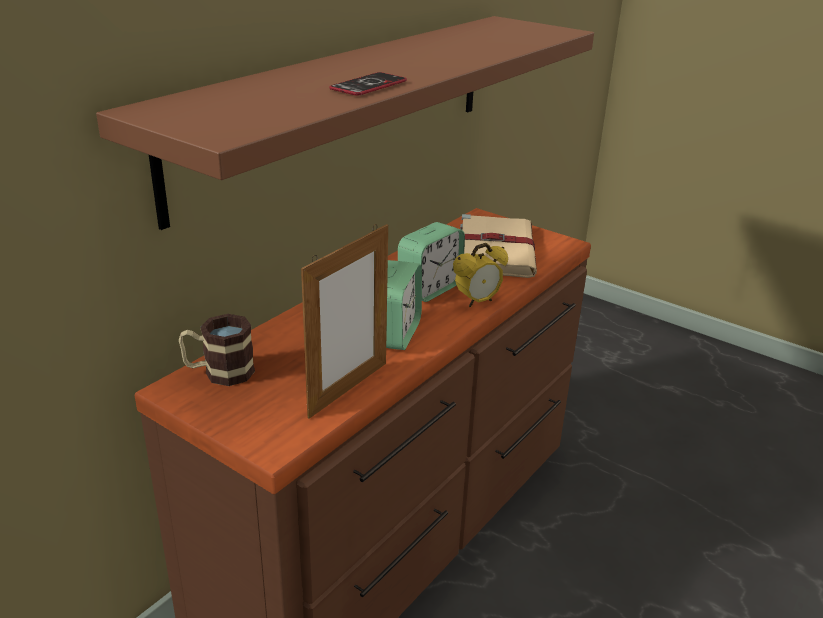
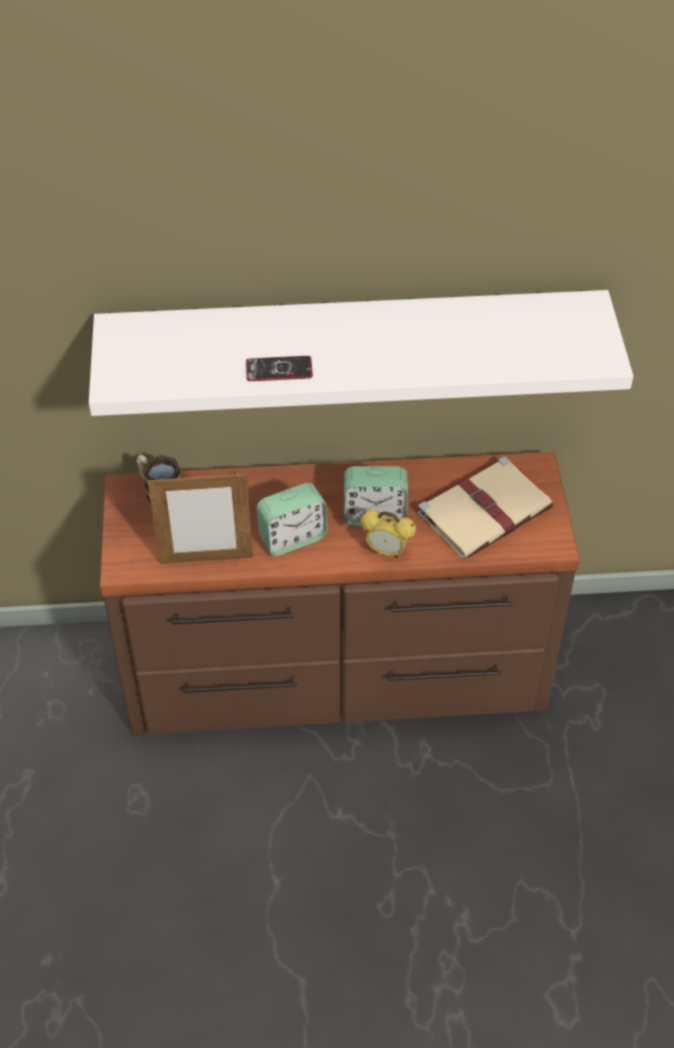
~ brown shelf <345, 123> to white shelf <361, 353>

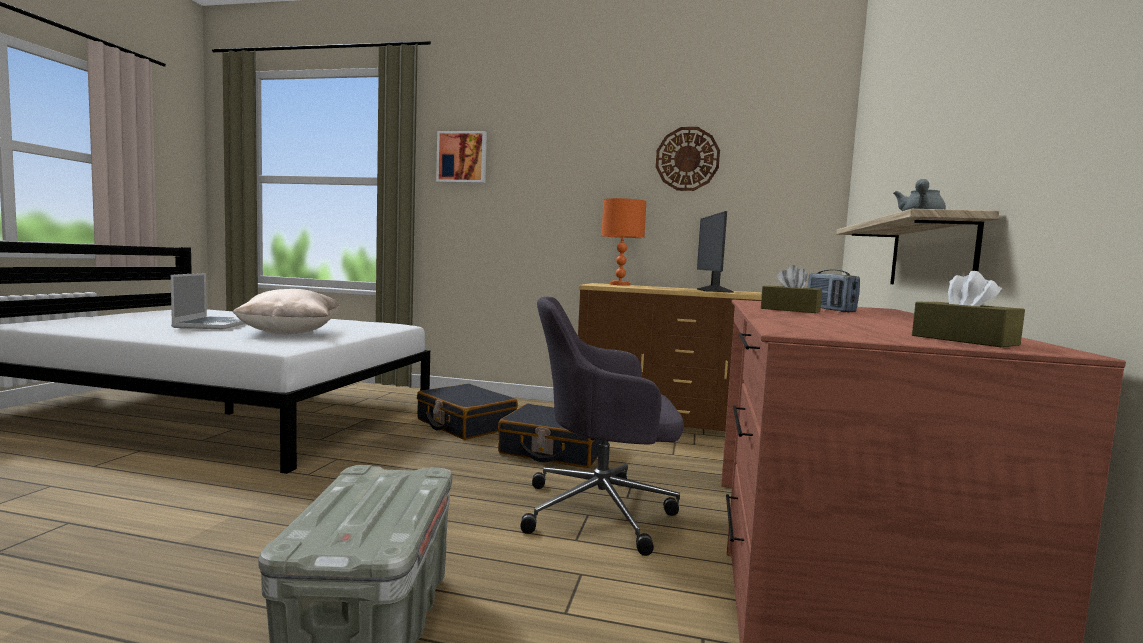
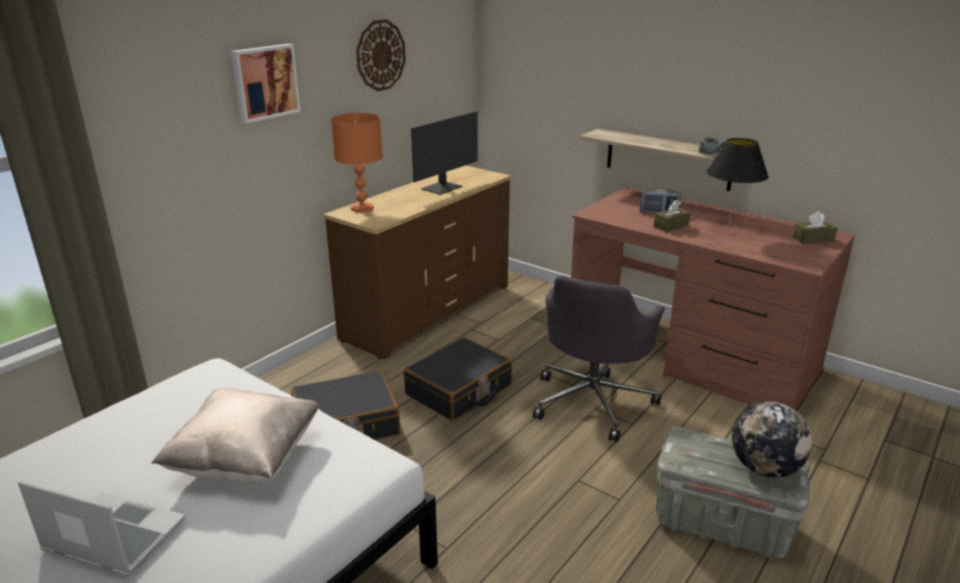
~ picture <461, 157> to <266, 83>
~ monitor <715, 252> = <444, 153> 75 degrees counterclockwise
+ black table lamp <738, 184>
+ globe <772, 439>

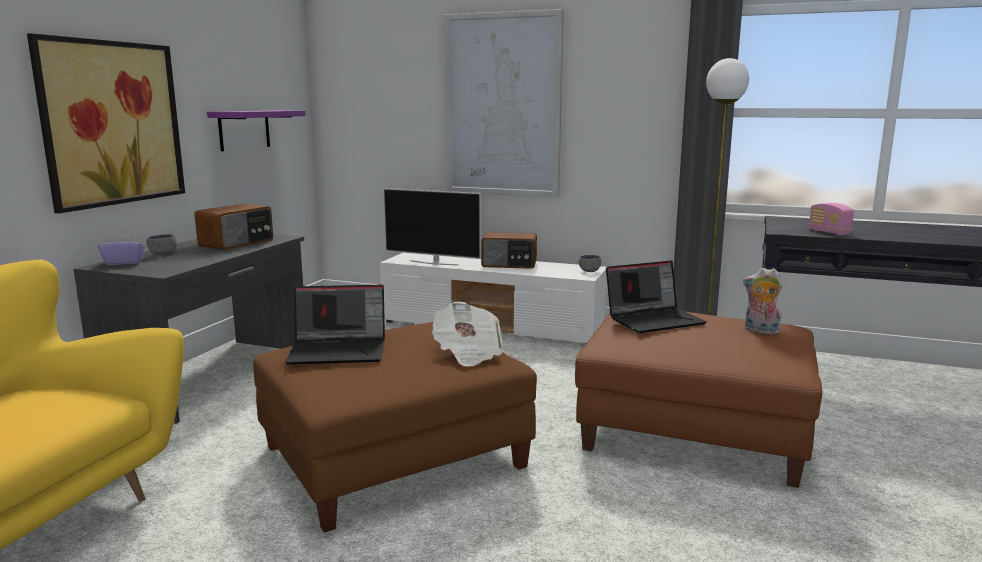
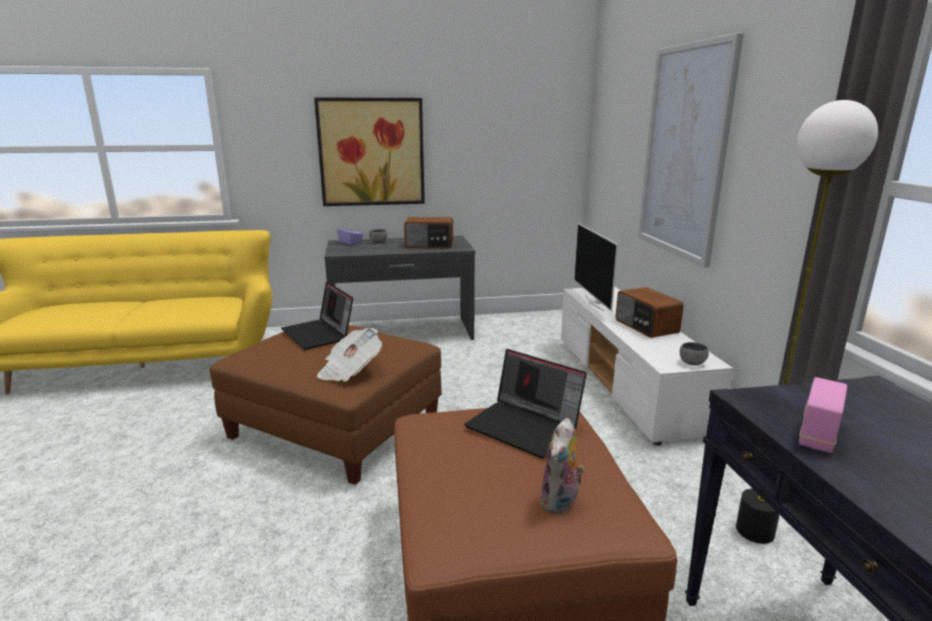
- purple shelf <256, 130>
~ plush toy <763, 301> = <562, 466> 150 degrees counterclockwise

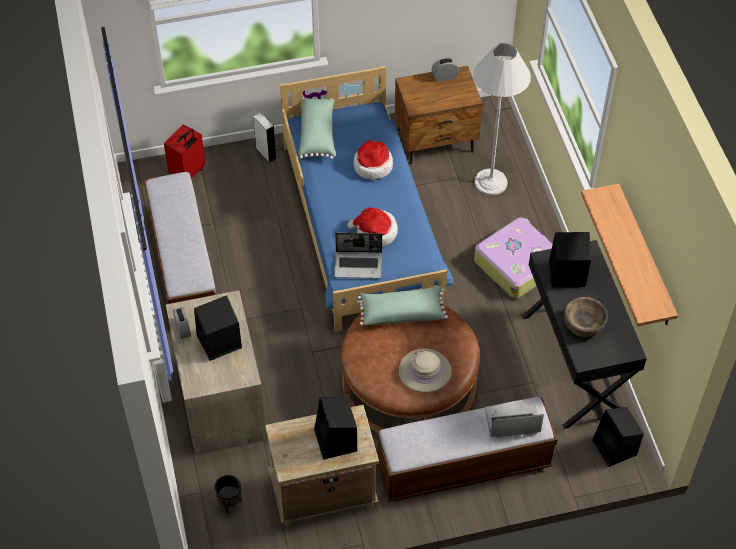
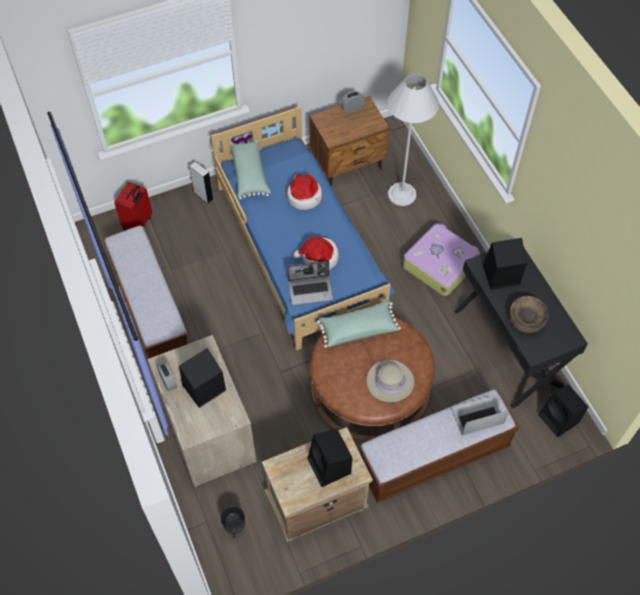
- shelf <629, 255>

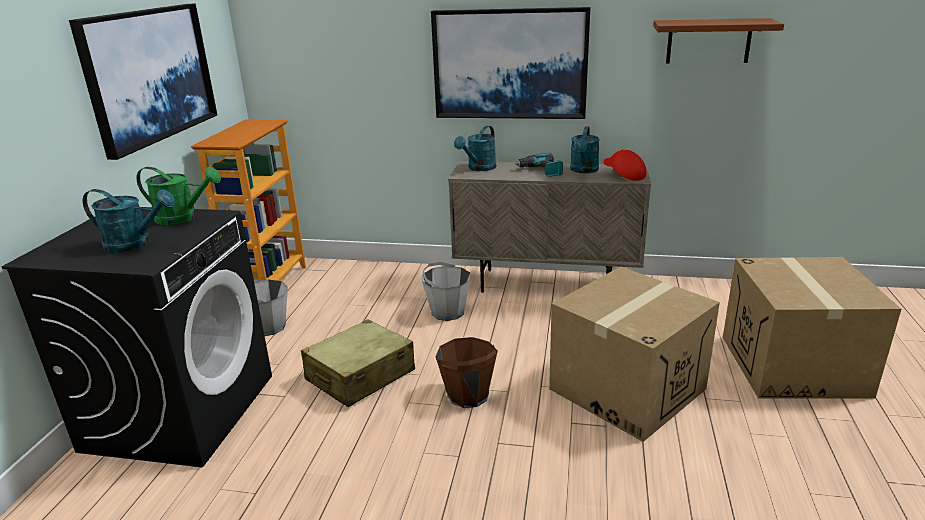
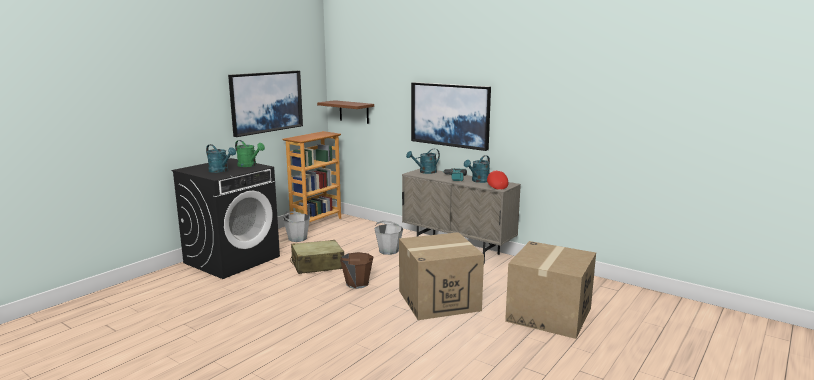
~ brown shelf <718, 40> to <345, 112>

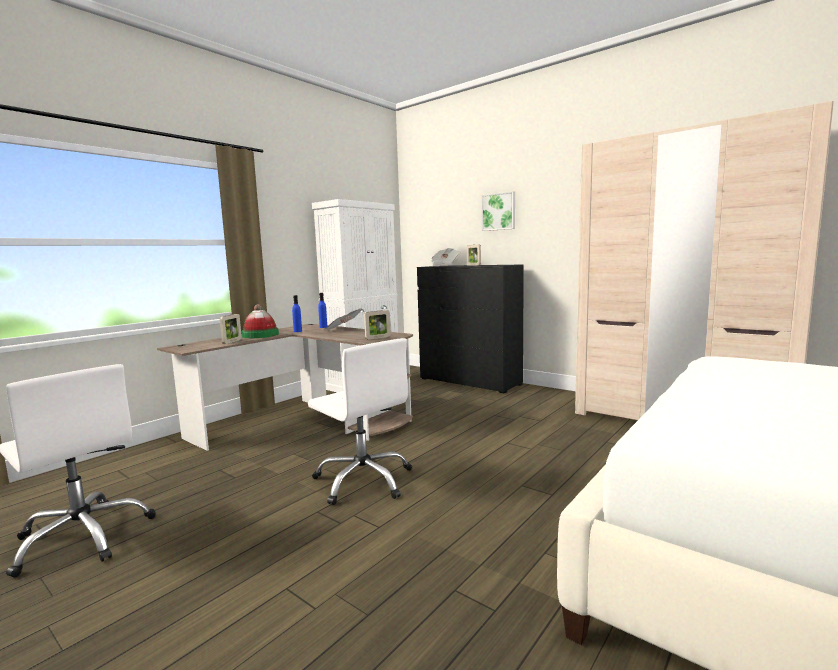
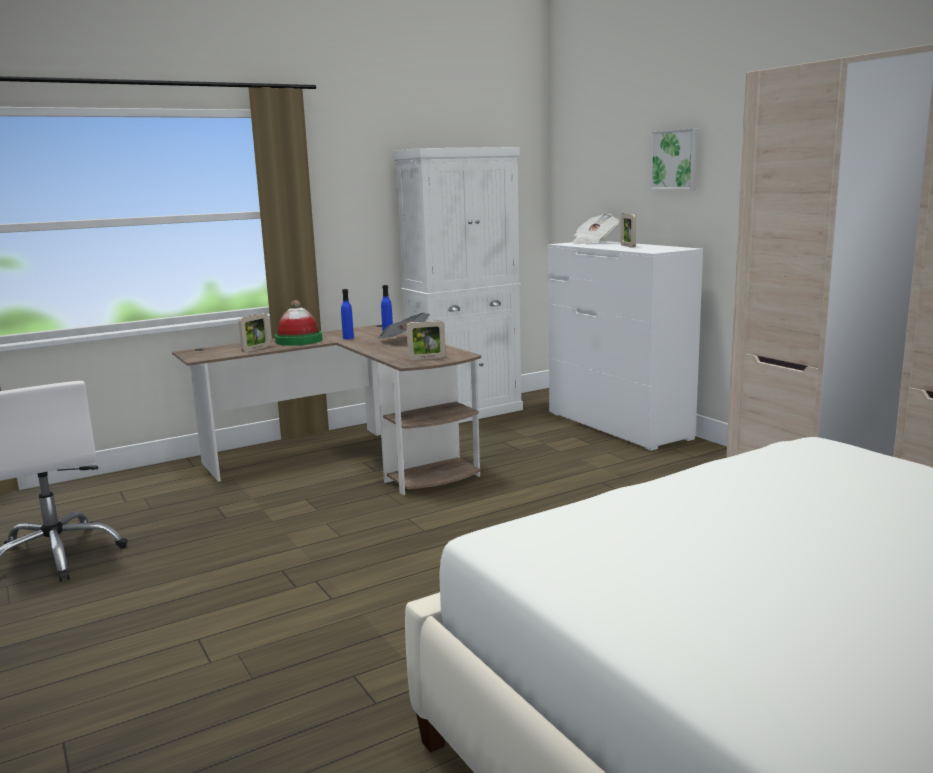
- white office chair <360, 421>
~ black dresser <470, 328> to white dresser <625, 346>

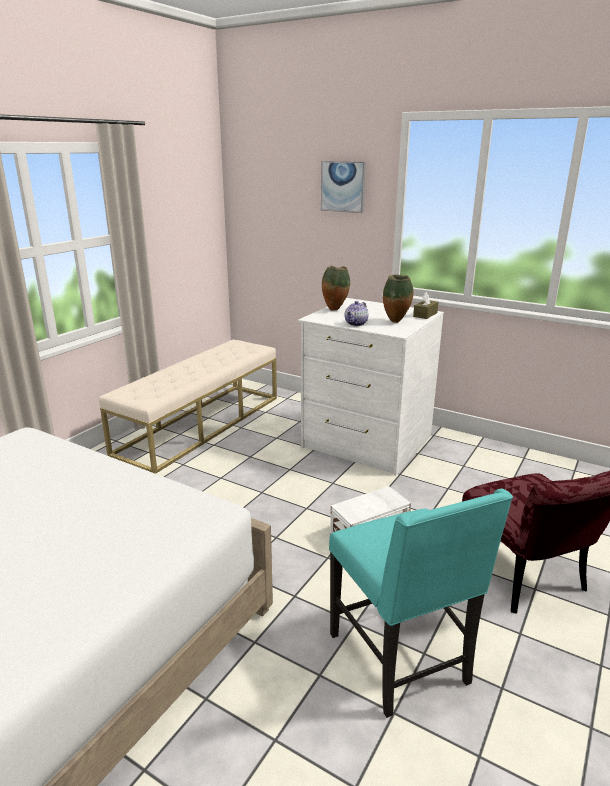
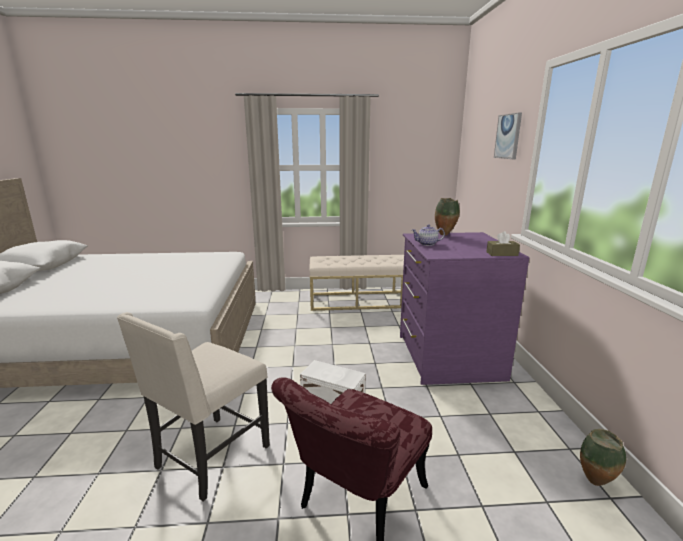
~ white dresser <371, 387> to purple dresser <465, 308>
~ turquoise chair <421, 603> to beige chair <193, 407>
~ vase <398, 298> to <603, 457>

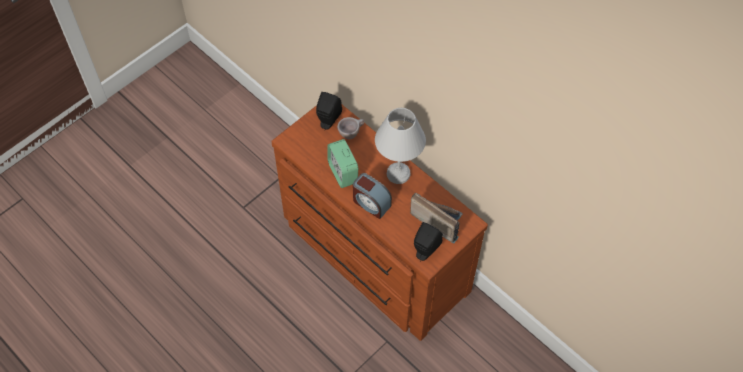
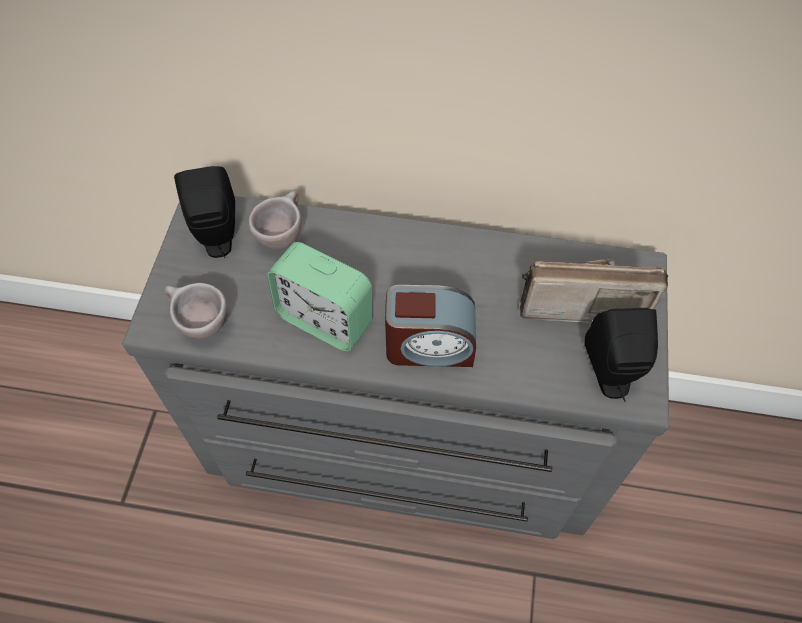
~ brown dresser <379, 223> to grey dresser <395, 367>
- white table lamp <400, 146>
+ beige cup <195, 311>

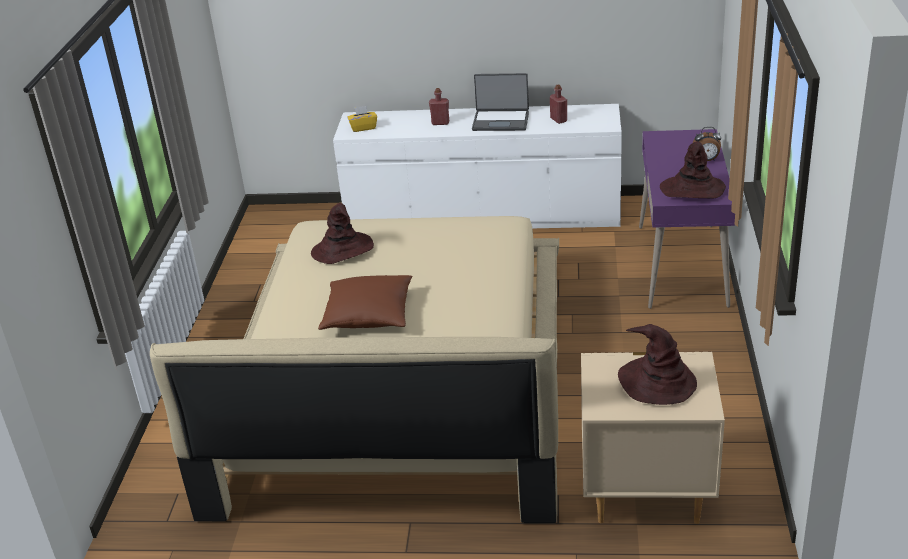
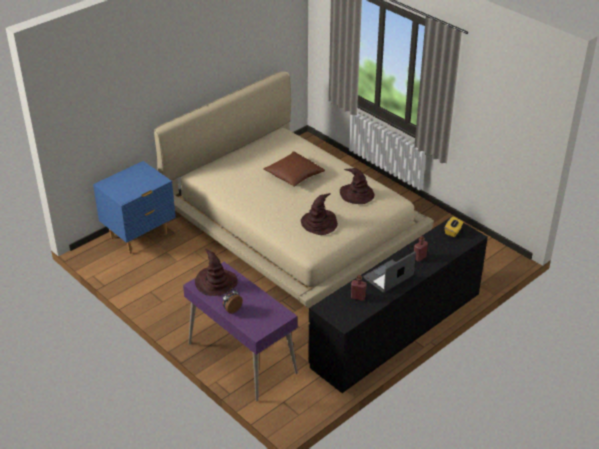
~ white dresser <477, 166> to black dresser <398, 304>
~ beige nightstand <653, 438> to blue nightstand <134, 207>
~ brown hat <657, 364> to <319, 214>

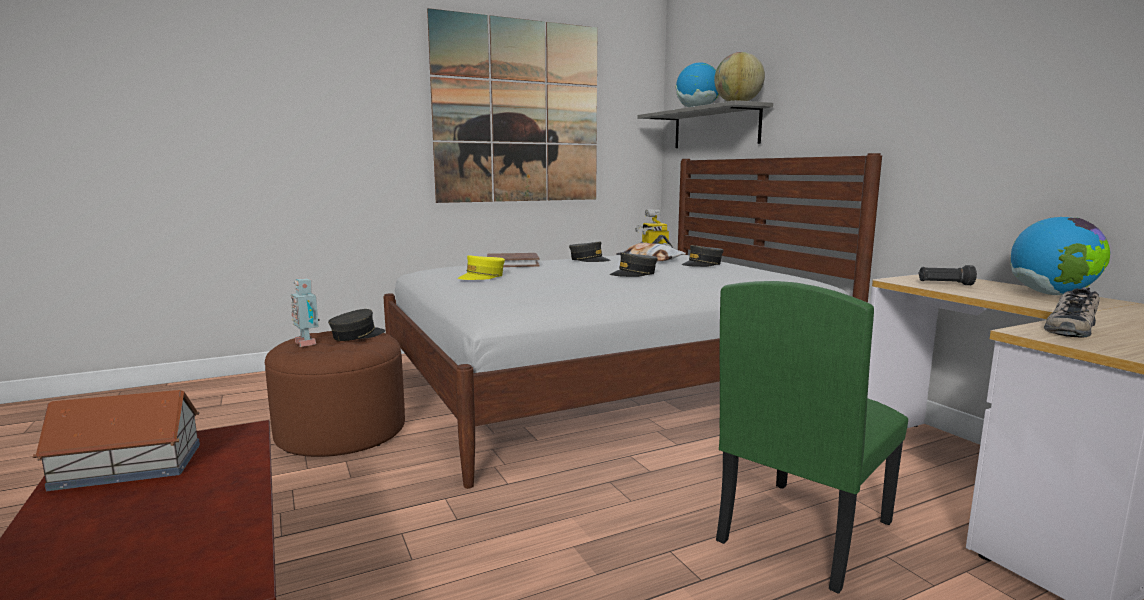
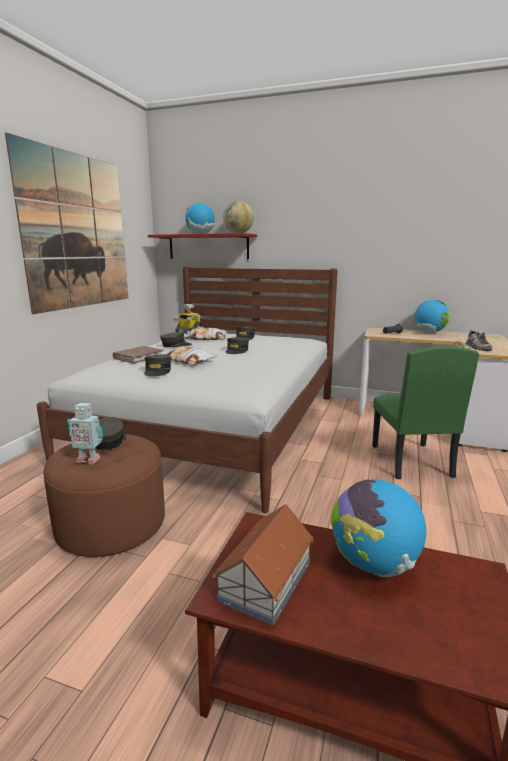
~ yellow cap <481, 267> to grey cap <157, 366>
~ grey shelf <705, 124> to red shelf <202, 246>
+ pillow <190, 355>
+ globe <378, 528>

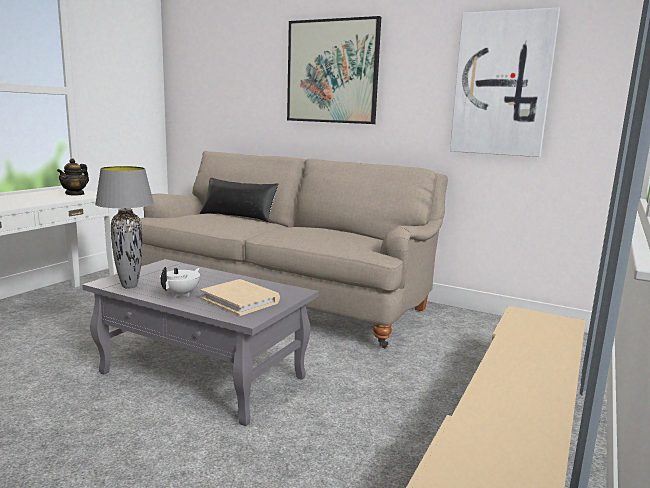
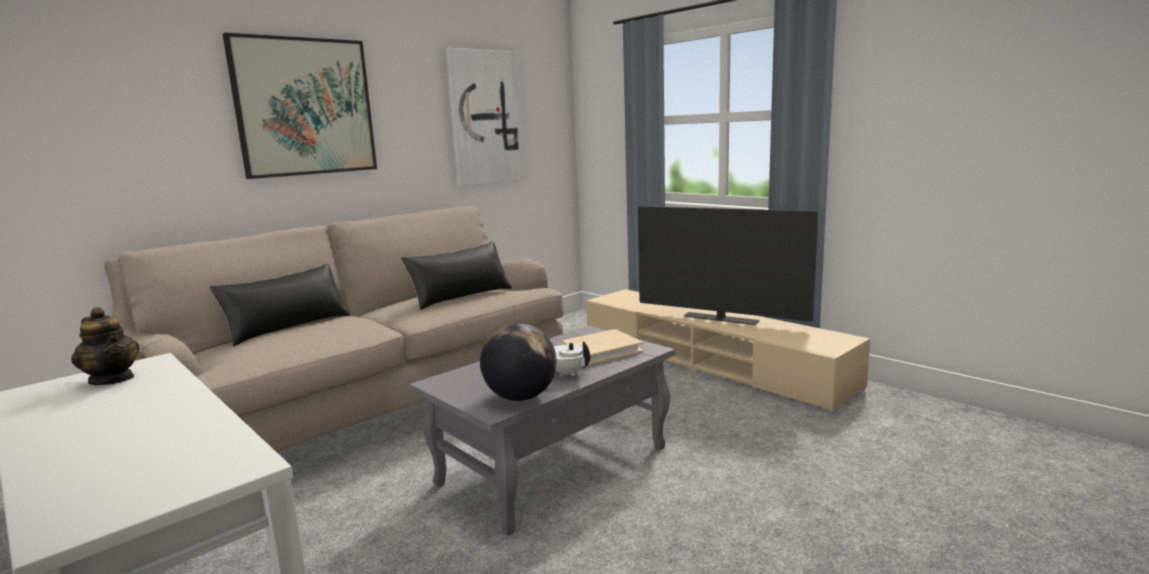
~ grey table lamp <124, 227> to globe <518, 362>
+ black pillow <456, 275>
+ television <728, 265>

